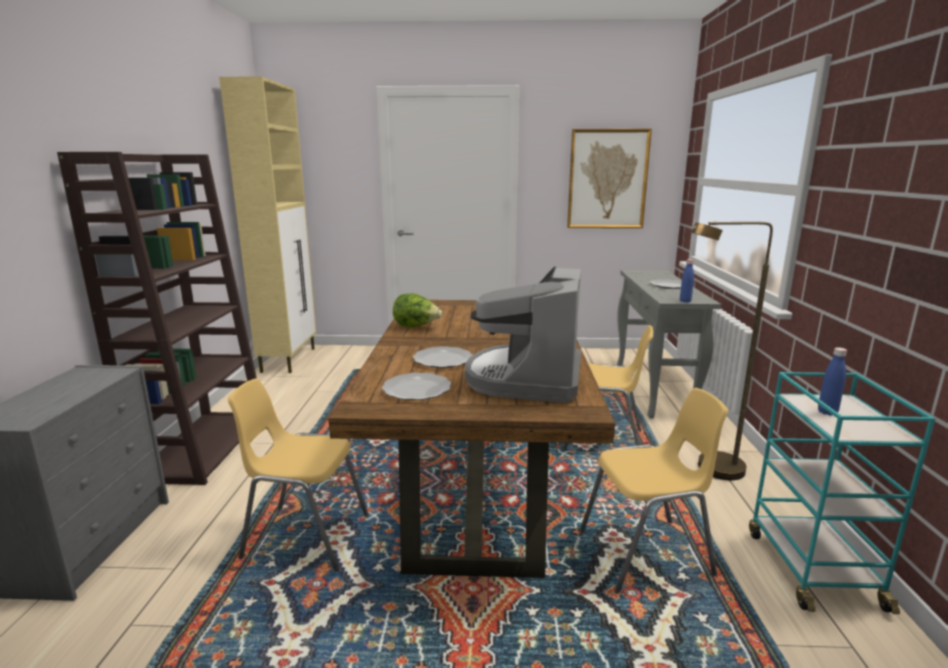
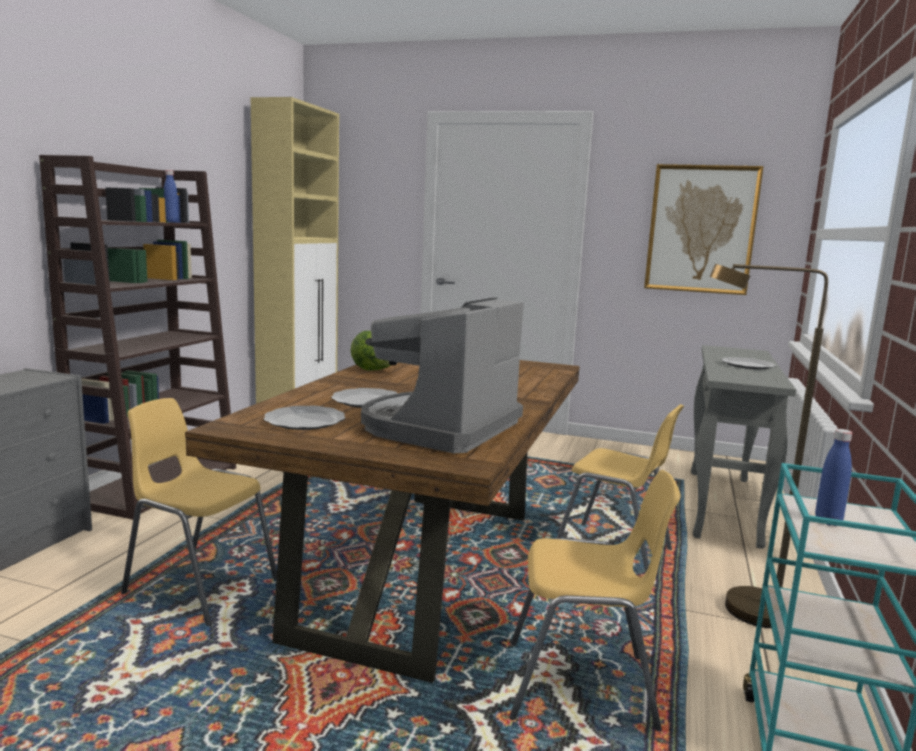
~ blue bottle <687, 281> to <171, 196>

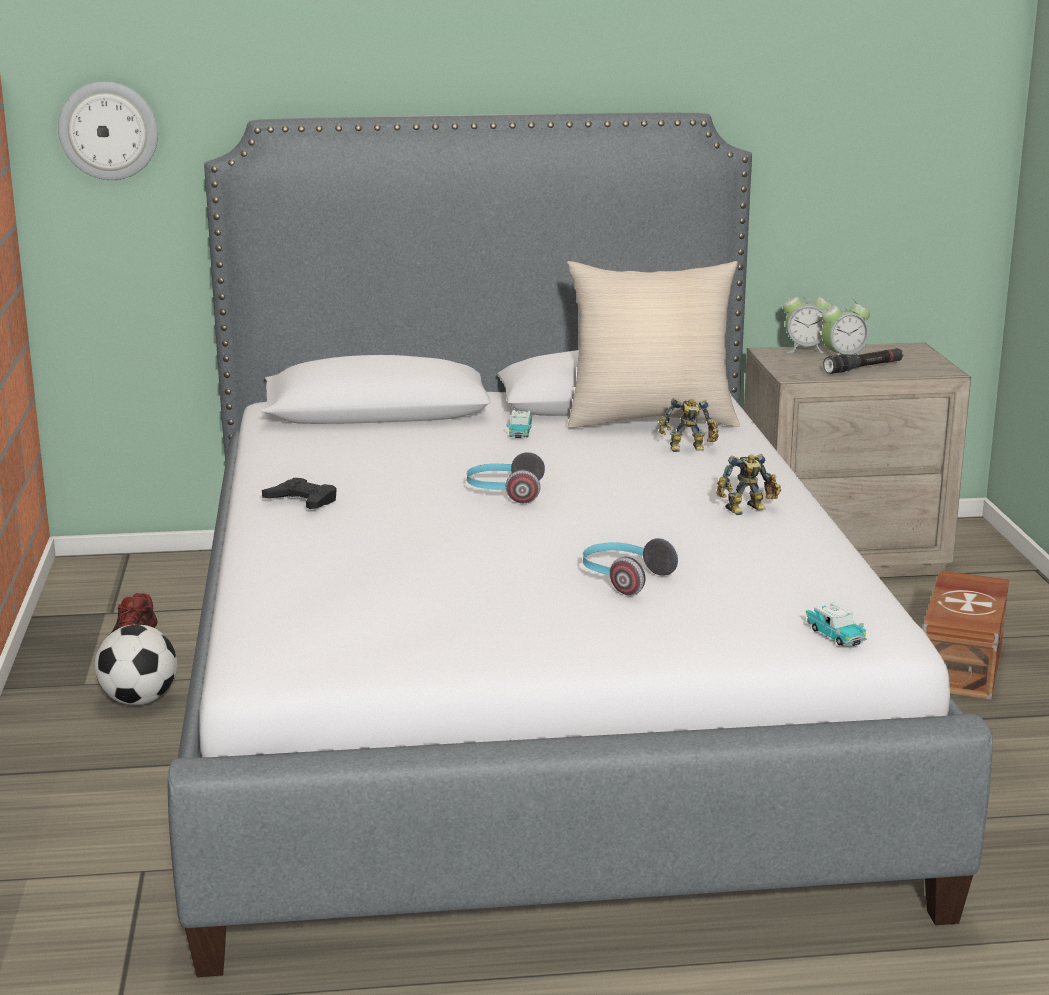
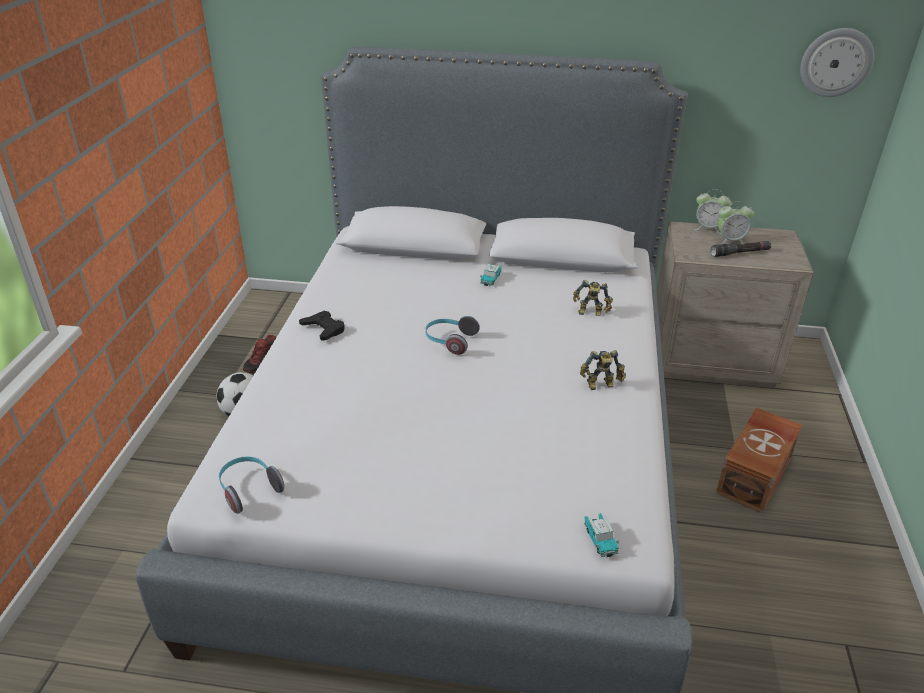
~ wall clock <108, 130> to <837, 62>
- beige pillow <653, 344>
~ headphones <630, 567> to <251, 485>

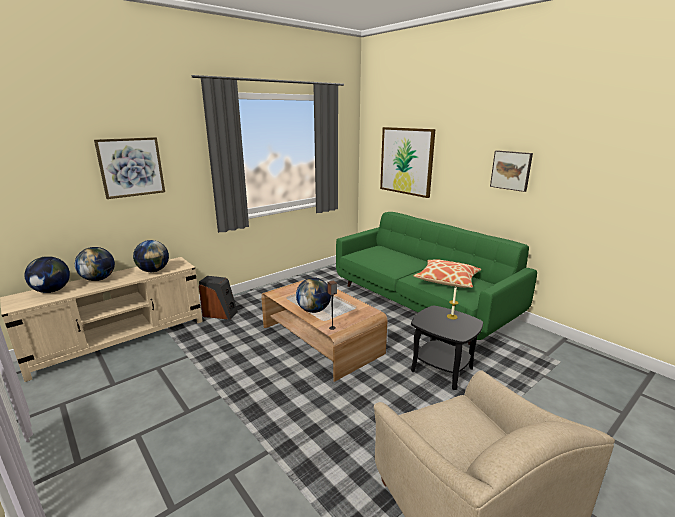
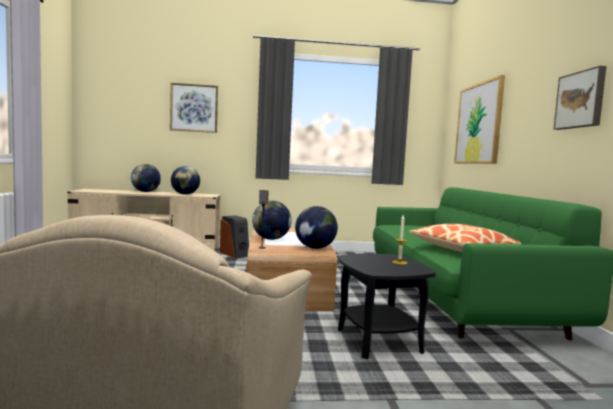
~ globe <47, 274> to <316, 227>

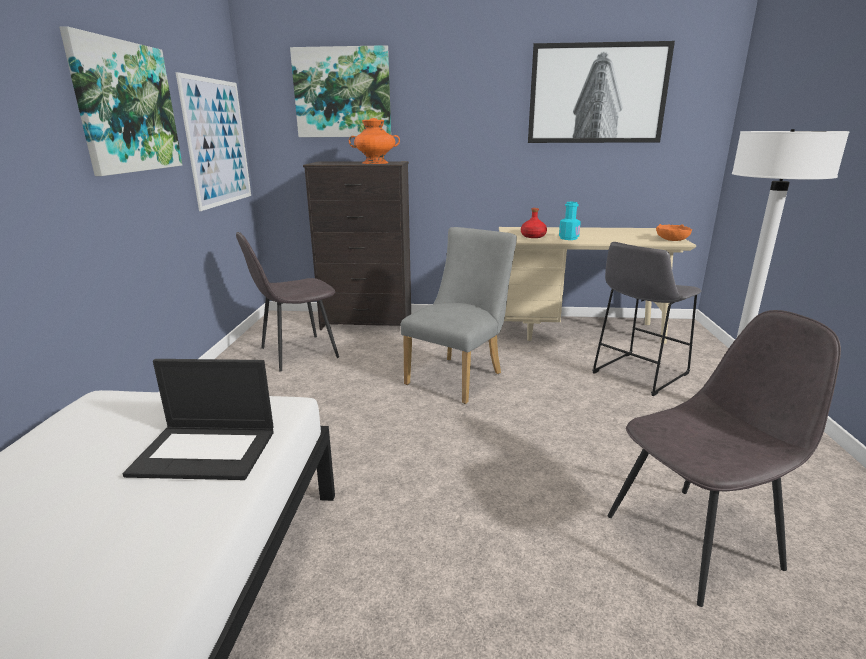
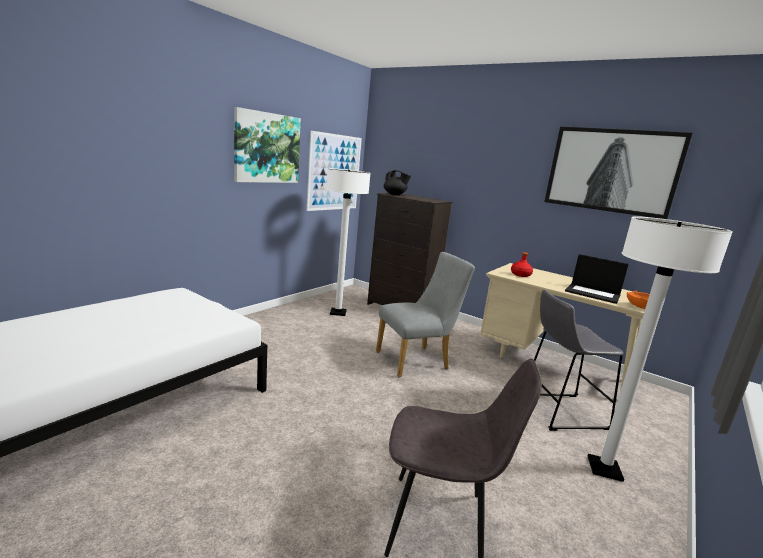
~ laptop <198, 419> to <597, 279>
~ grey chair <287, 302> to white floor lamp <348, 242>
- picture <340, 91>
- orange vase <374, 141>
- turquoise bottle <570, 221>
+ black teapot <397, 182>

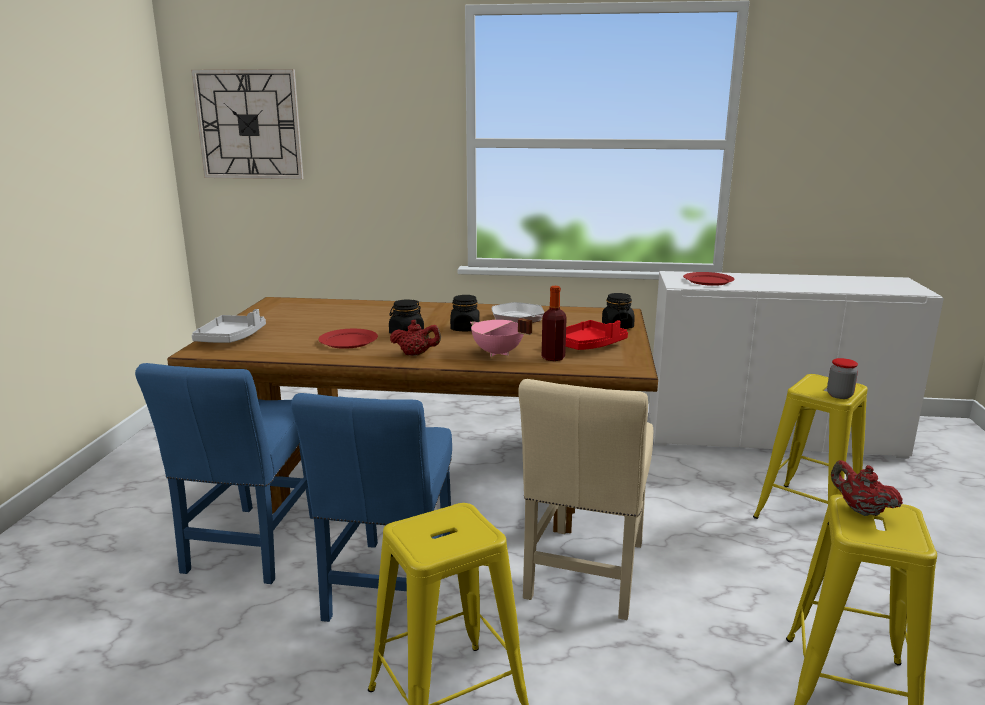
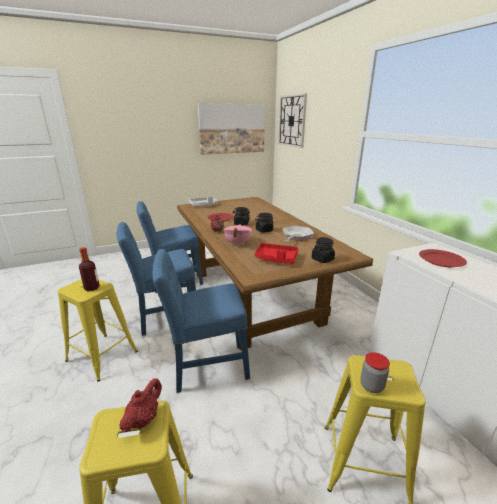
~ beige chair <585, 499> to blue chair <201, 321>
~ bottle <554, 323> to <89, 269>
+ picture <231, 129>

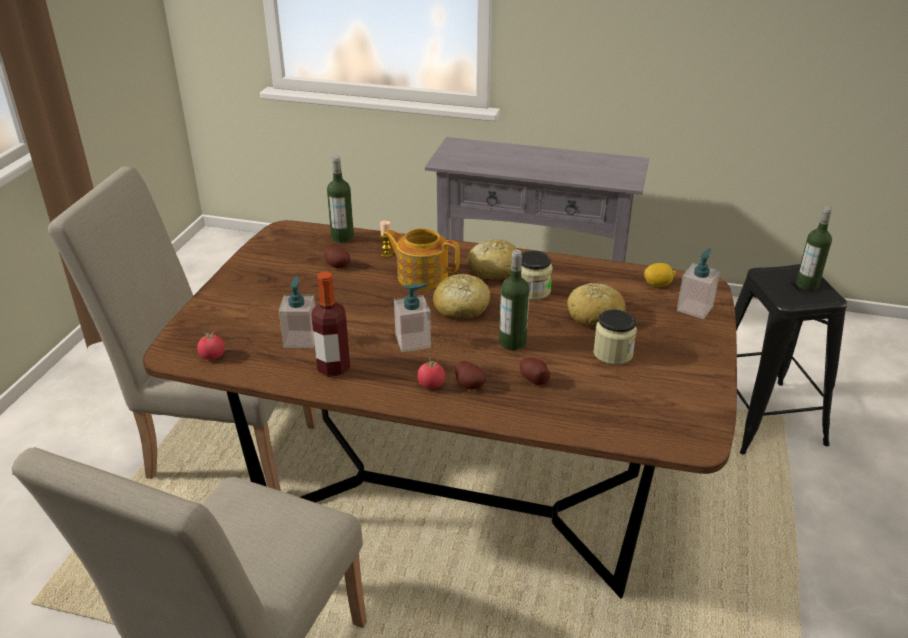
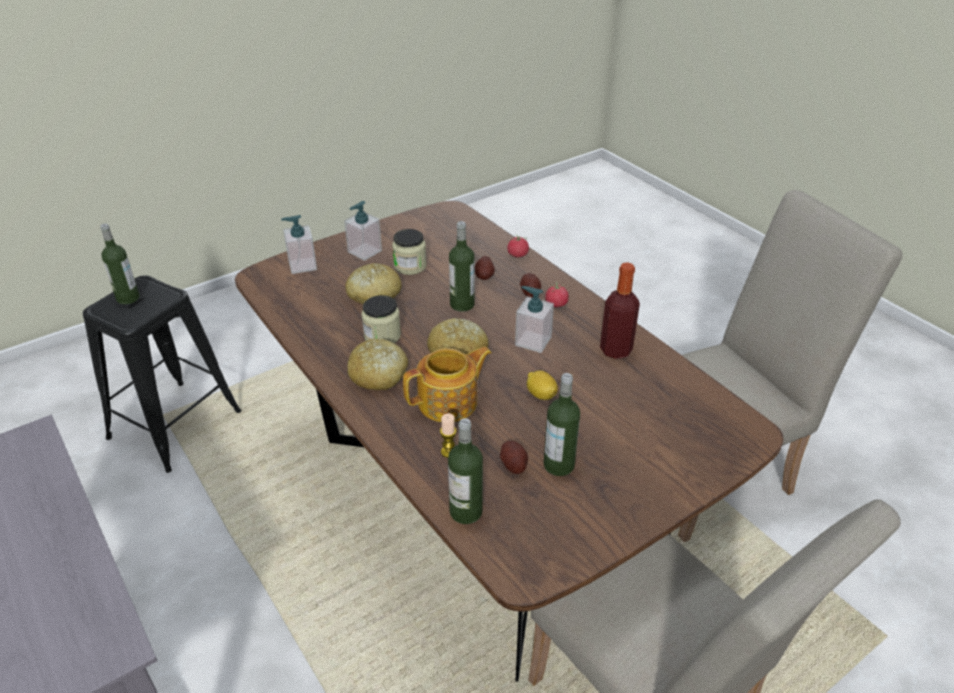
~ tomato <211, 345> to <518, 246>
~ soap dispenser <297, 312> to <363, 231>
~ teapot <421, 259> = <447, 384> 90 degrees counterclockwise
~ lemon <660, 275> to <542, 385>
+ bottle <562, 424>

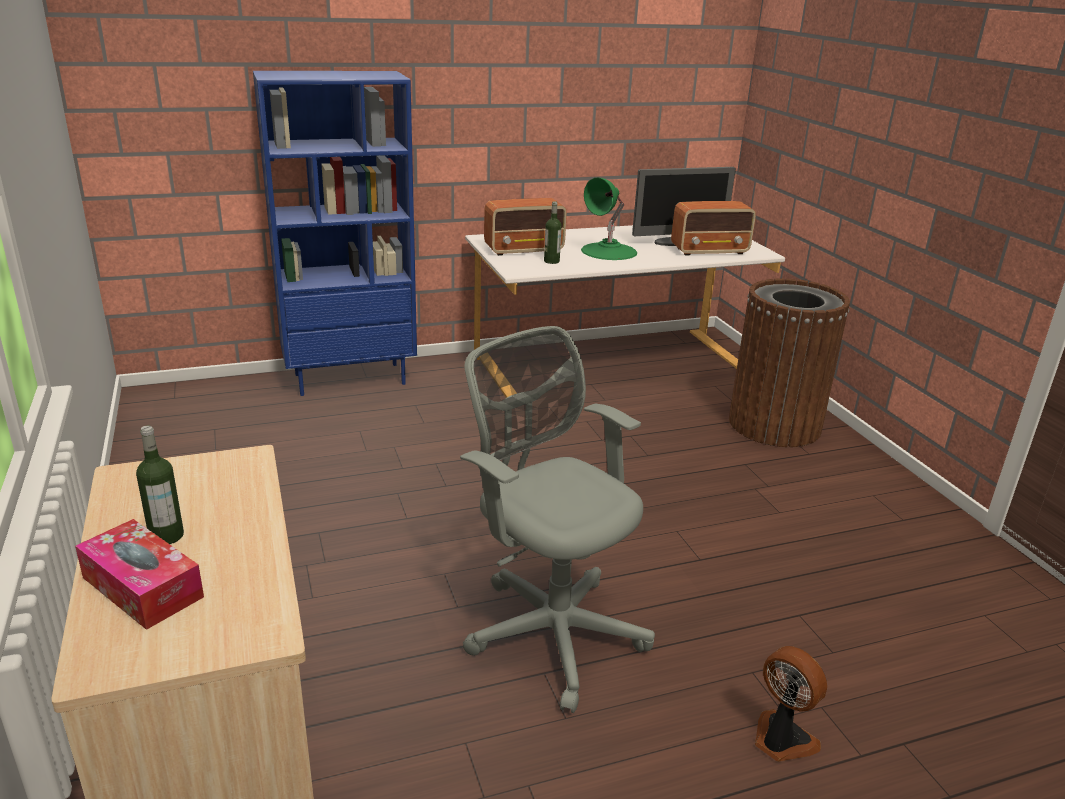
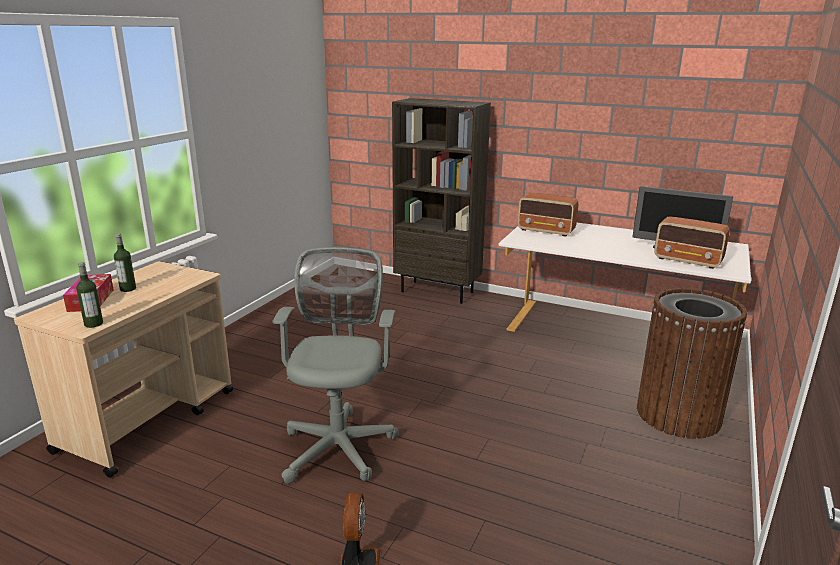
~ blue bookcase <335, 233> to brown bookcase <441, 201>
~ bottle <553, 232> to <89, 295>
- green table lamp <609, 219>

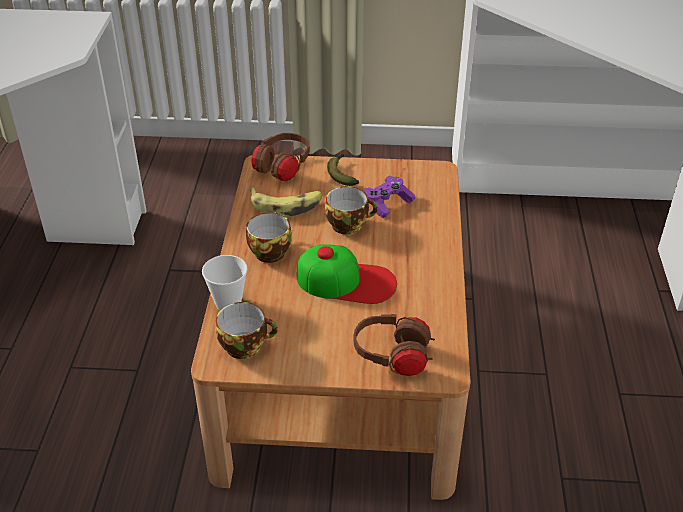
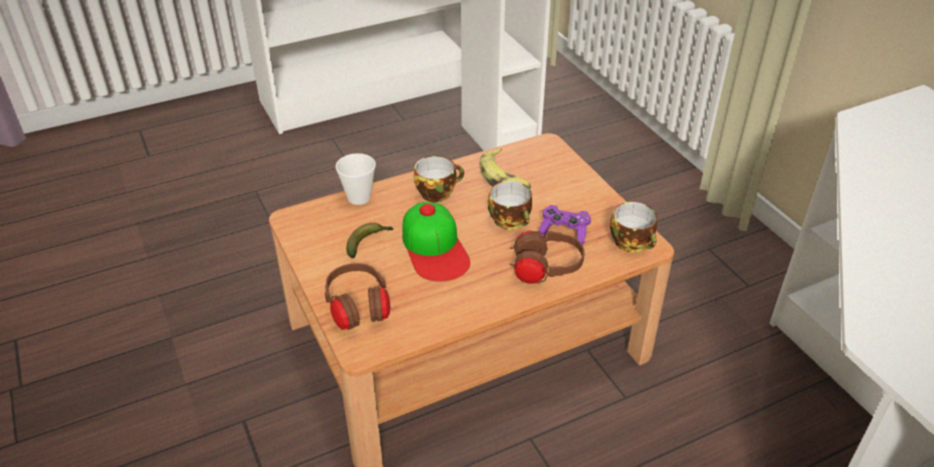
~ cup <247, 330> to <633, 227>
~ brown headphones <280, 157> to <547, 257>
~ banana <343, 170> to <369, 240>

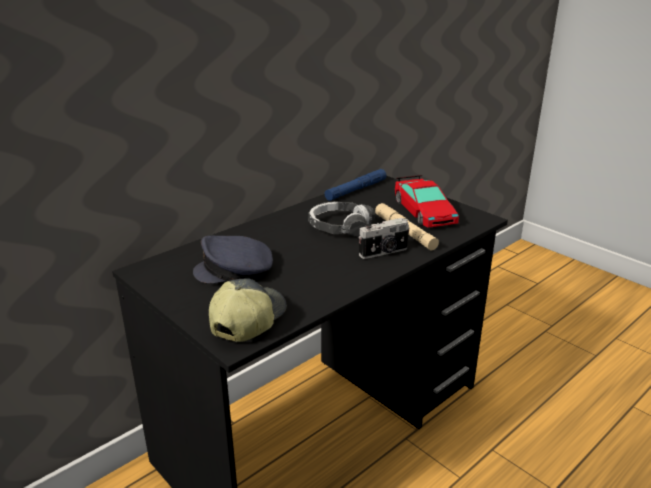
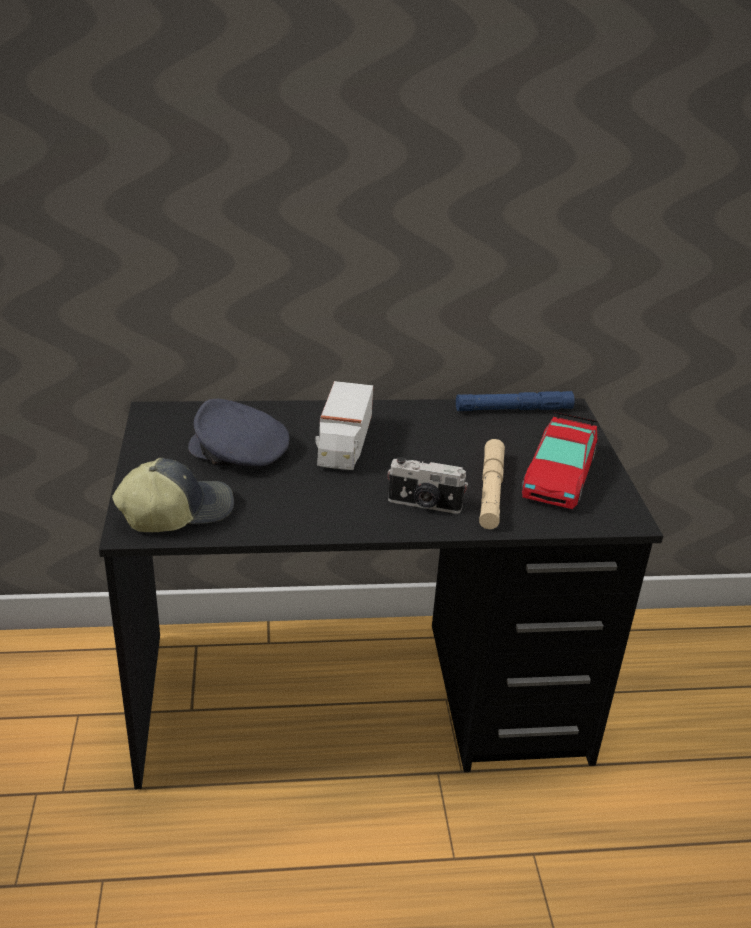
- headphones <341, 219>
+ toy truck <344, 425>

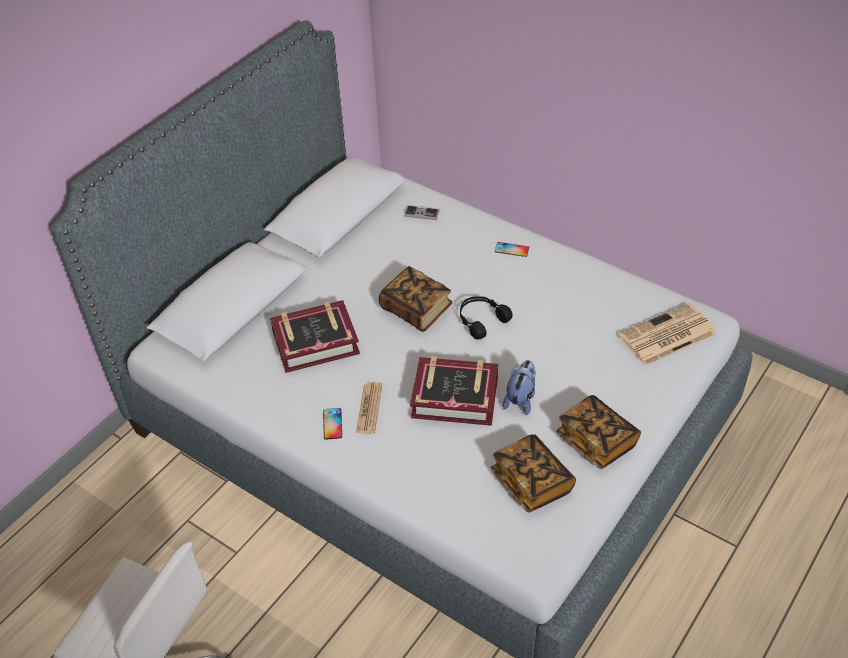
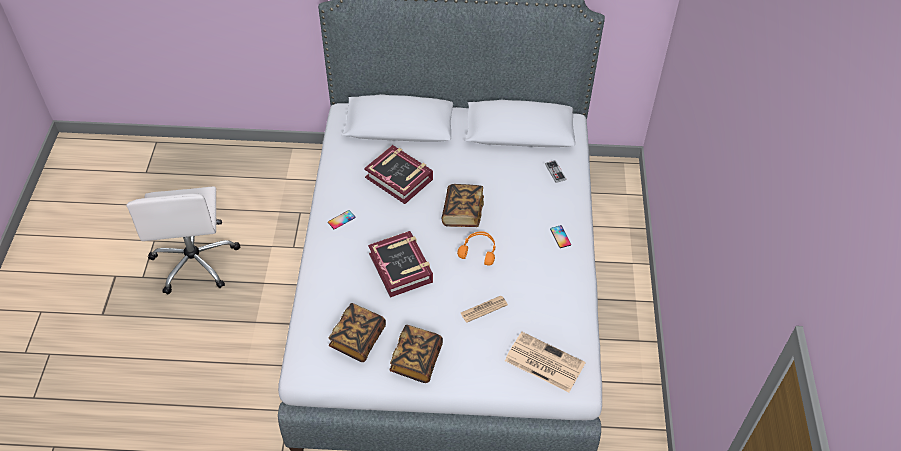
~ newspaper <369, 408> to <484, 309>
~ black headphones <486, 318> to orange headphones <476, 248>
- plush toy <519, 387>

